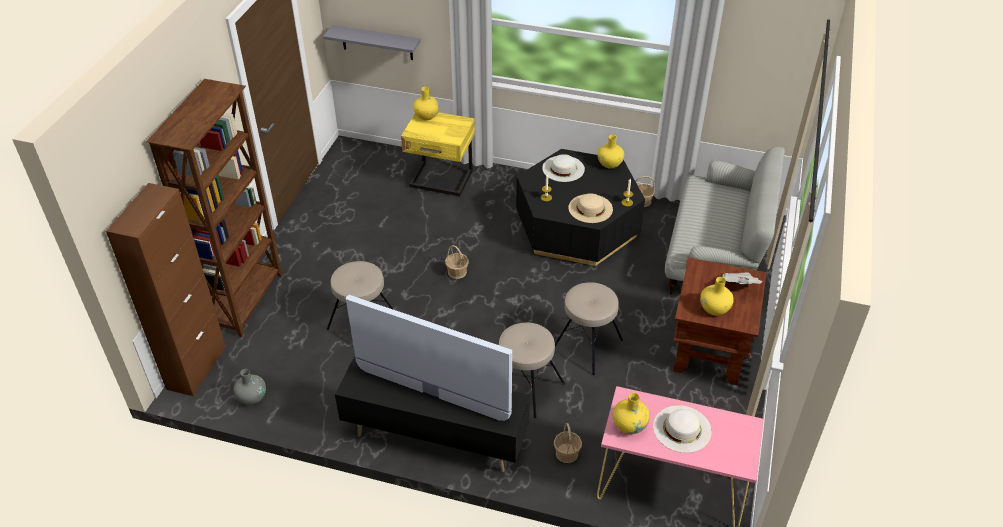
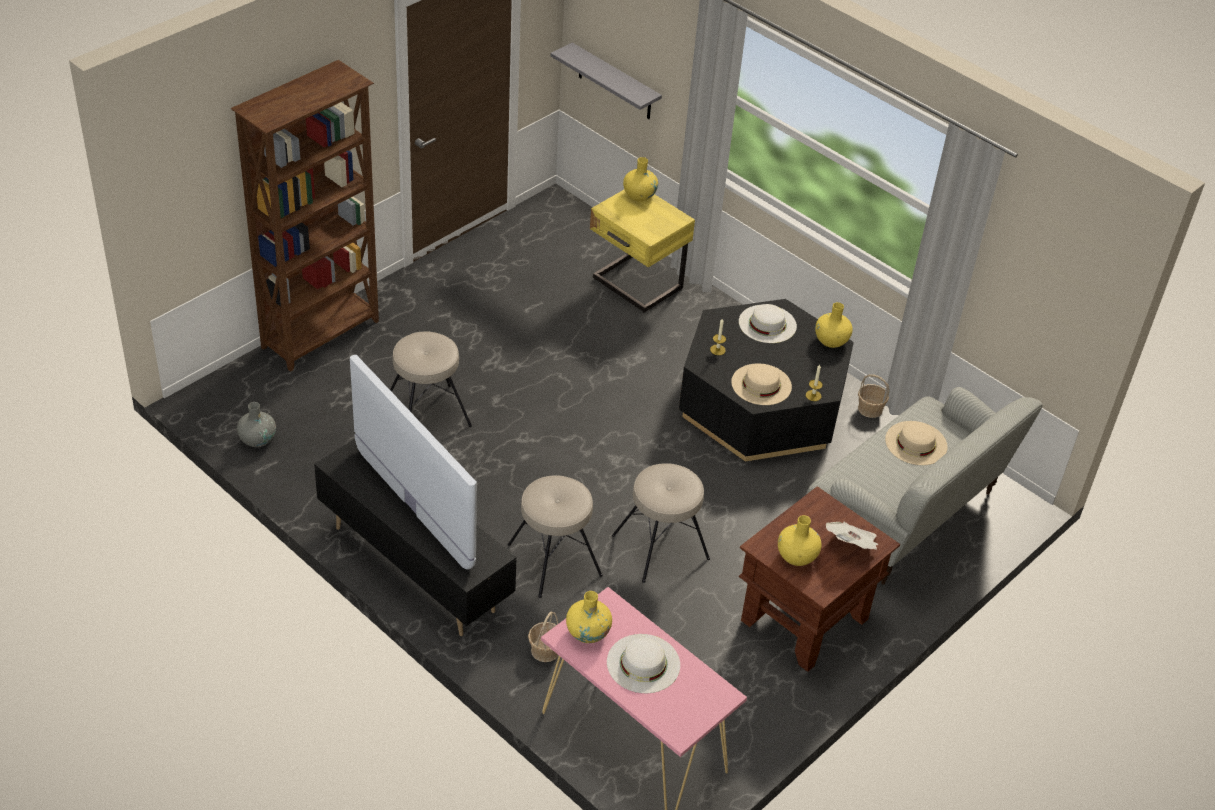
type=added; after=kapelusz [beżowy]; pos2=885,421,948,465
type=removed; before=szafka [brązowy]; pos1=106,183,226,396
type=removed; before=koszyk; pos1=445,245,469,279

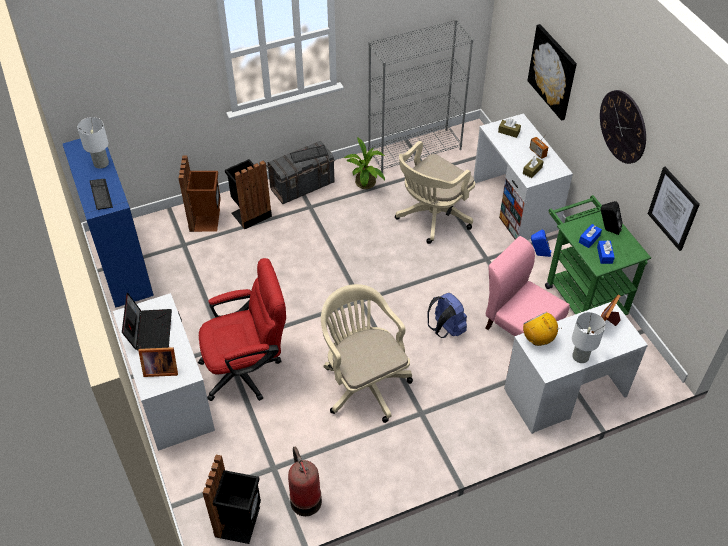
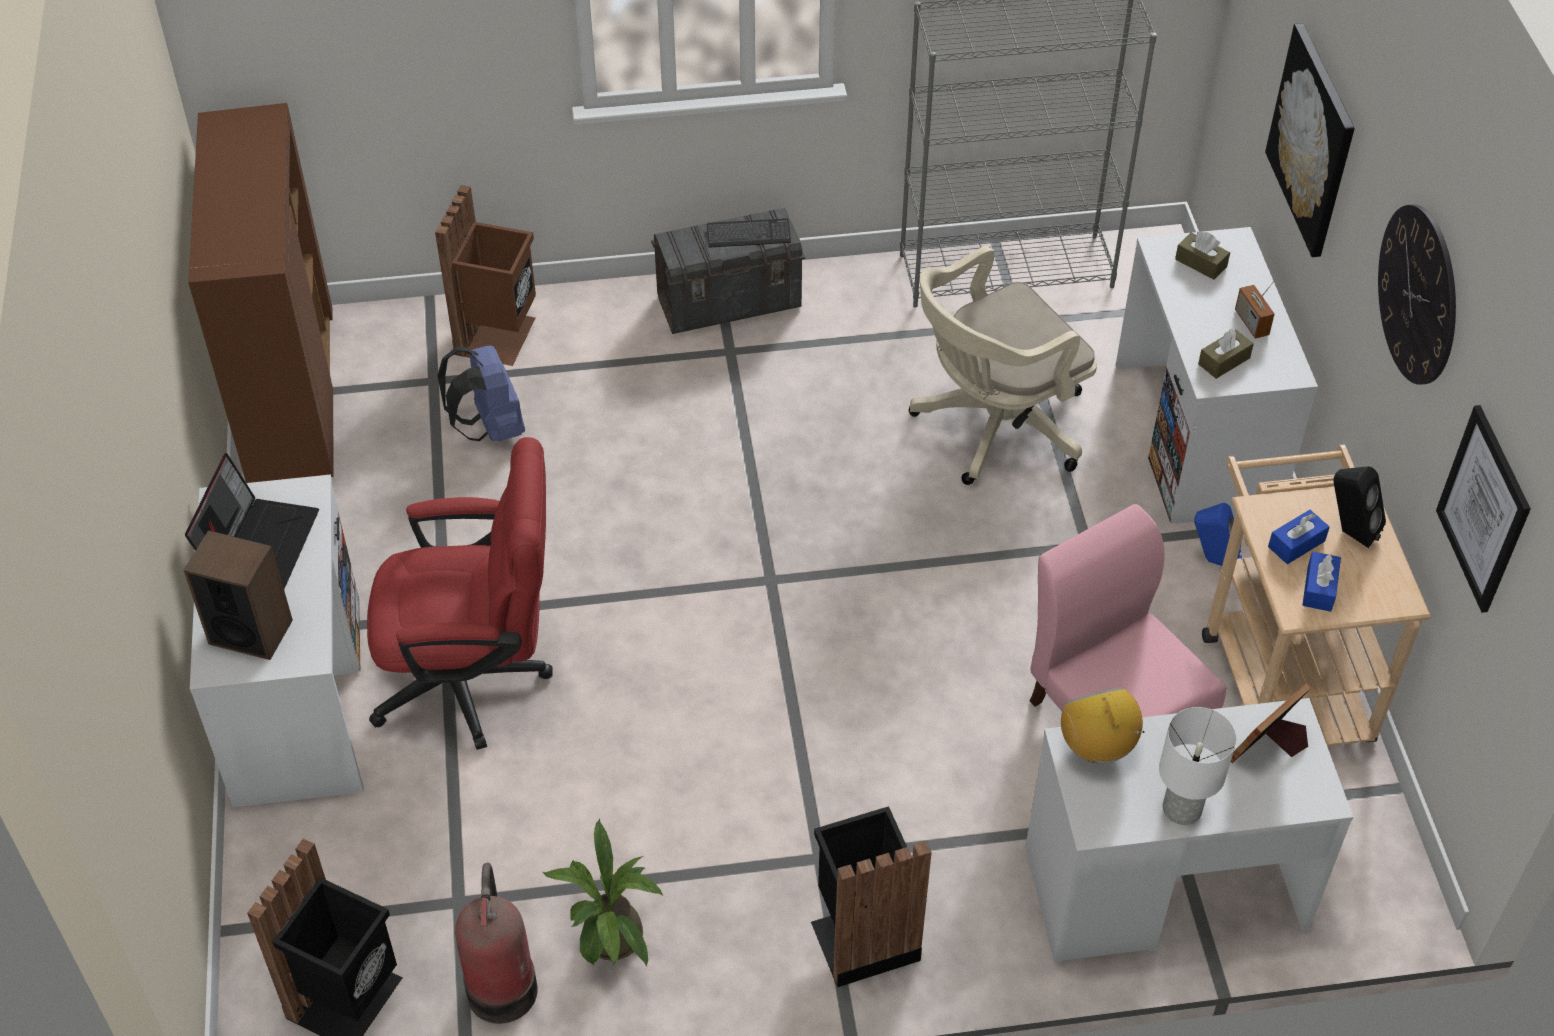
type=replaced; before=ramka na zdjęcie; after=głośnik; pos1=138,347,178,377; pos2=183,530,293,660
type=recoloured; before=szafka [niebieski]; after=szafka [brązowy]; pos1=63,139,154,308; pos2=188,103,334,483
type=moved; before=plecak [niebieski]; pos1=427,293,467,338; pos2=437,345,525,441
type=moved; before=roślina doniczkowa; pos1=343,137,386,189; pos2=543,819,663,967
type=moved; before=kosz na śmieci [czarny]; pos1=225,159,272,229; pos2=811,806,932,987
type=recoloured; before=wózek [zielony]; after=wózek [beżowy]; pos1=545,195,651,315; pos2=1202,444,1431,746
type=removed; before=lampa stołowa [biały]; pos1=77,117,109,169
type=removed; before=klawiatura; pos1=90,179,113,210
type=removed; before=krzesło biurowe [beżowy]; pos1=321,284,413,423

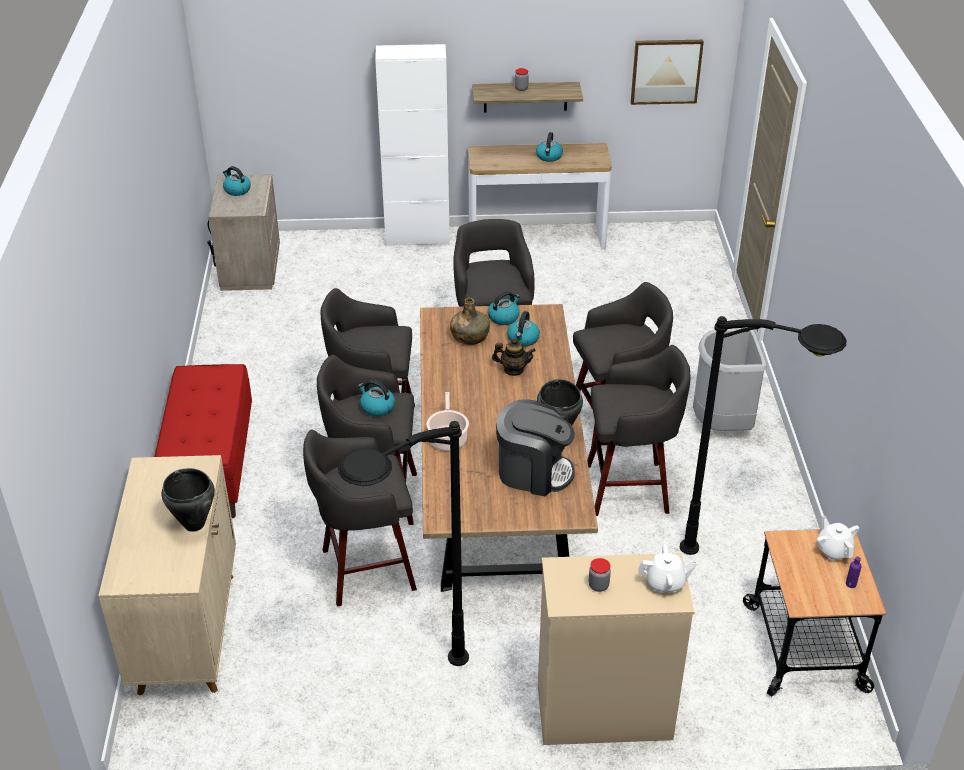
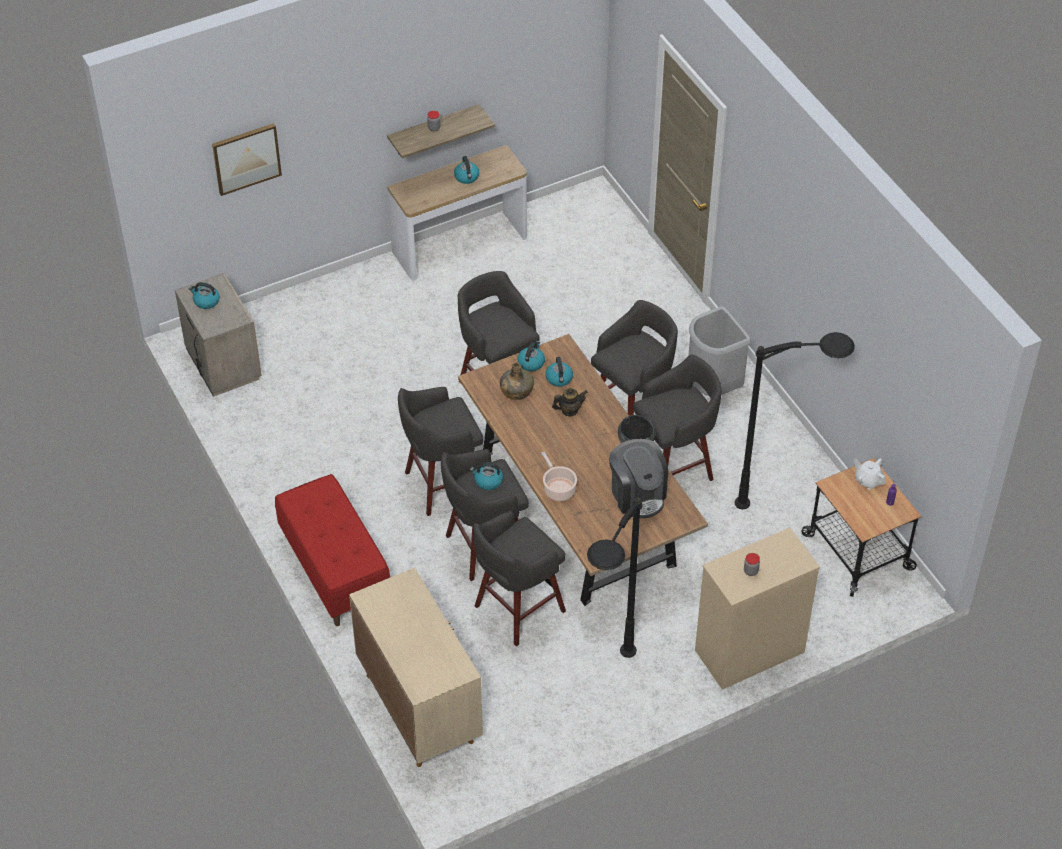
type=moved; before=obraz; pos1=631,40,704,105; pos2=212,123,282,196
type=turned; before=ekspres do kawy; pos1=496,399,575,496; pos2=609,439,668,519; turn=75
type=removed; before=garnek [czarny]; pos1=161,468,215,532
type=removed; before=szafka [biały]; pos1=375,44,450,246
type=removed; before=imbryk [biały]; pos1=638,544,697,593

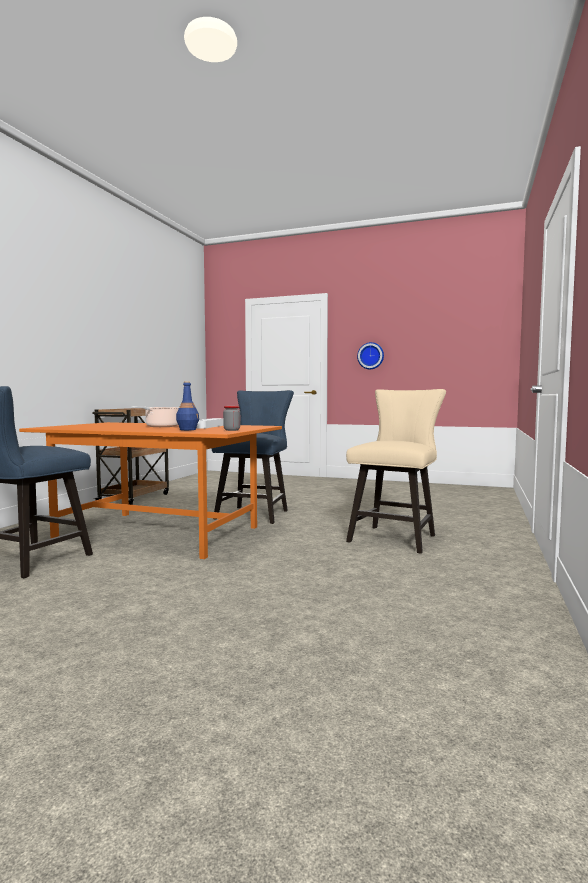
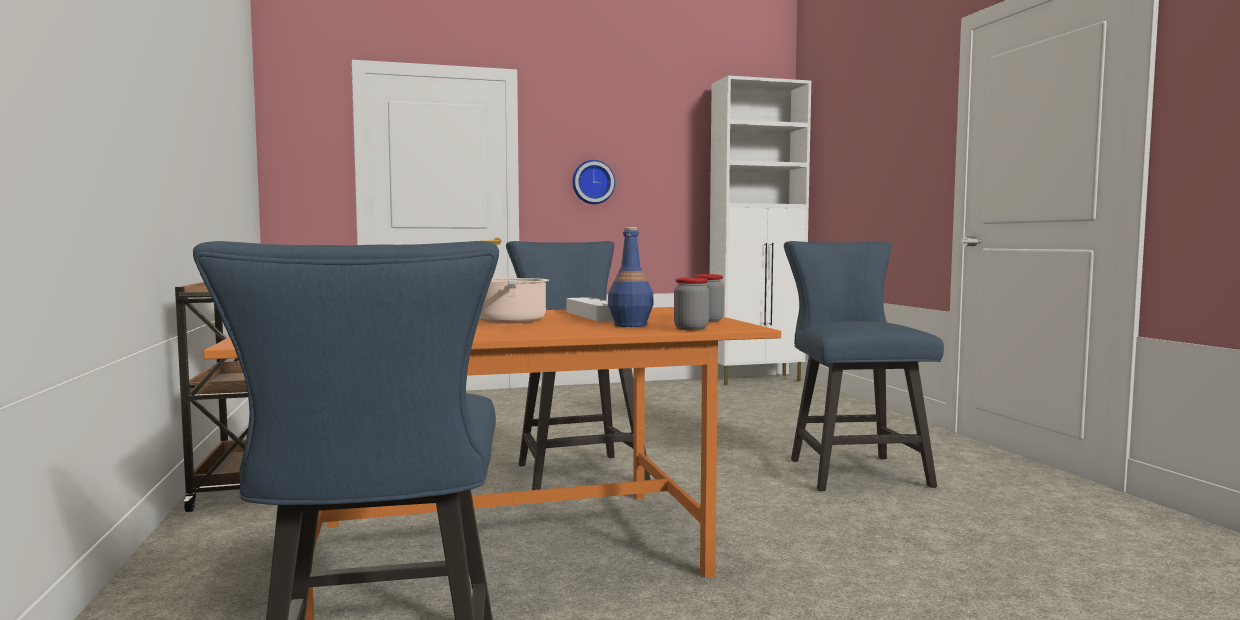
type=added; after=słoik; pos2=674,277,709,330
type=added; after=szafka [biały]; pos2=710,75,811,385
type=recoloured; before=krzesło [beżowy]; after=krzesło [niebieski]; pos1=346,389,446,554; pos2=784,241,944,491

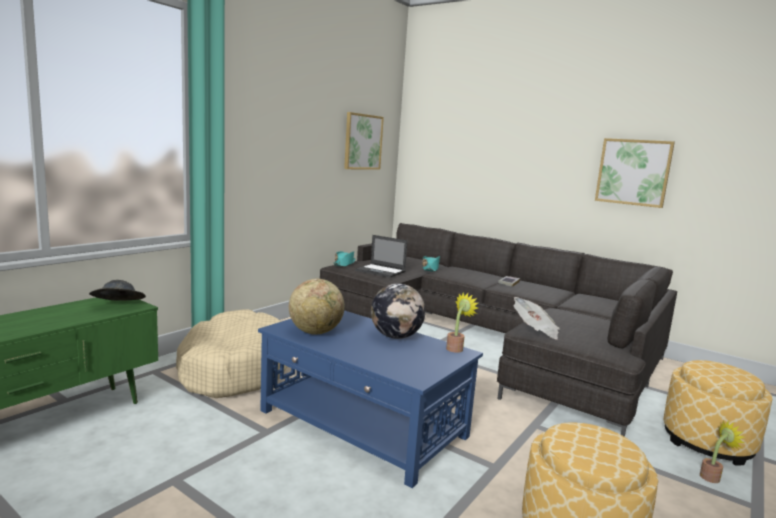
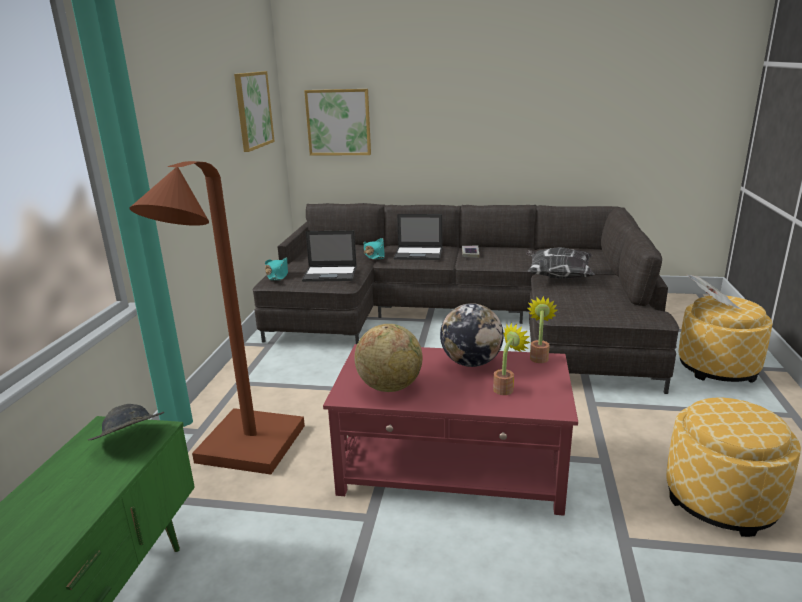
type=replaced; before=legowisko [beżowy]; after=lampa stojąca [brązowy]; pos1=176,309,288,398; pos2=129,161,305,474
type=moved; before=obraz; pos1=595,138,675,208; pos2=304,89,371,156
type=recoloured; before=ława [niebieski]; after=ława [czerwony]; pos1=258,310,483,488; pos2=323,344,578,516
type=added; after=laptop; pos2=394,214,442,260
type=moved; before=roślina doniczkowa; pos1=700,420,745,483; pos2=493,322,531,395
type=added; after=poduszka; pos2=526,247,595,279
type=moved; before=gazeta; pos1=514,297,560,340; pos2=687,275,743,310

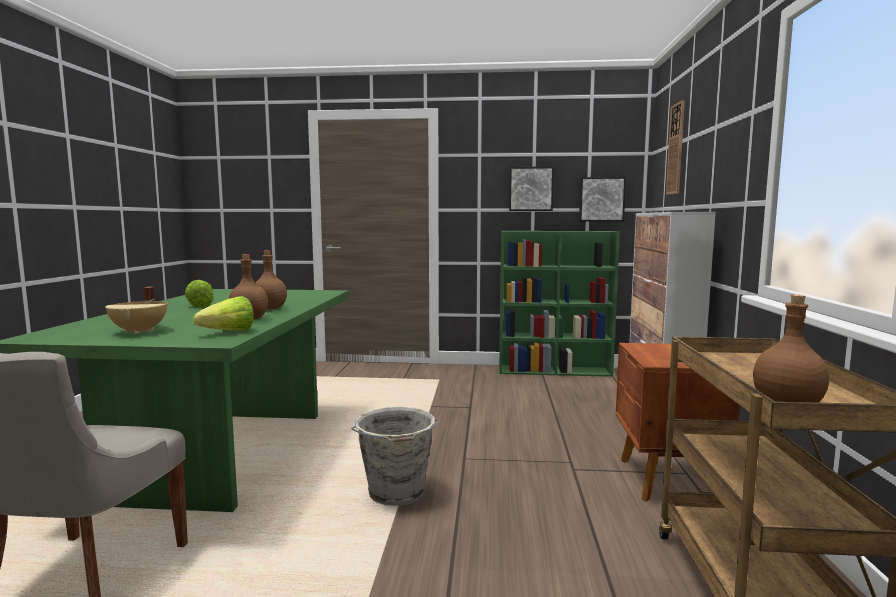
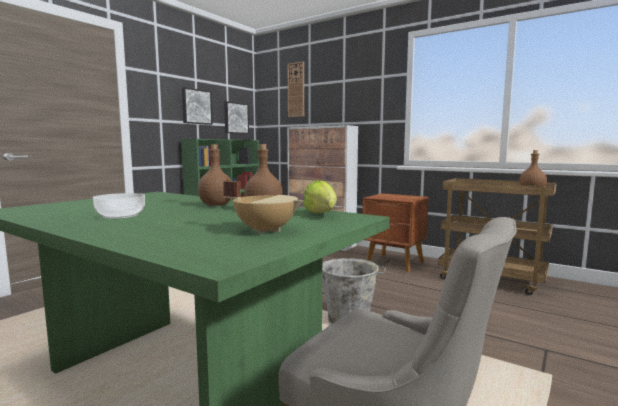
type=replaced; before=sałata; after=miska; pos1=185,280,214,307; pos2=93,193,145,219

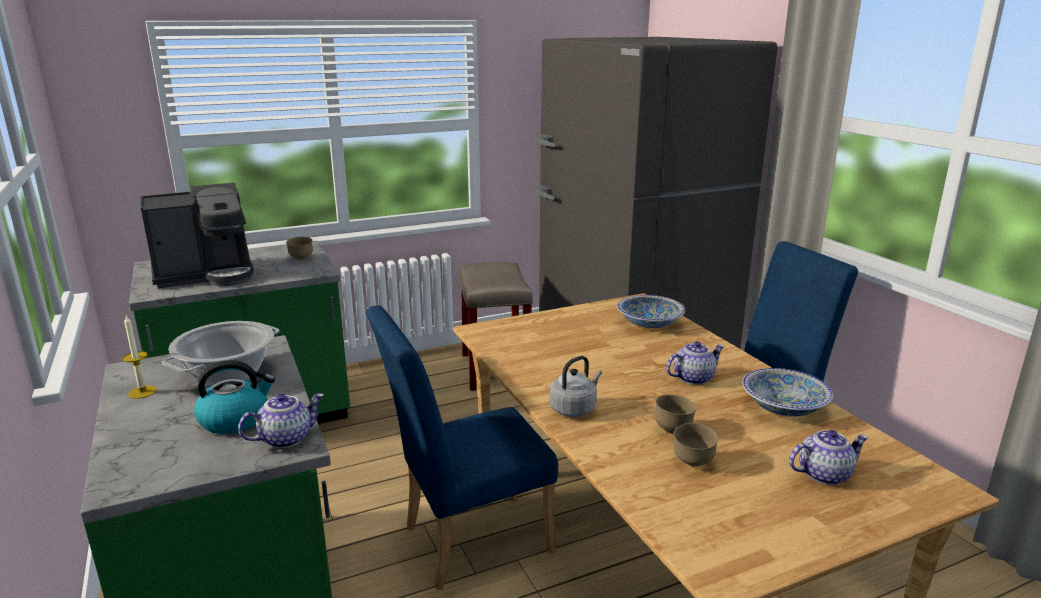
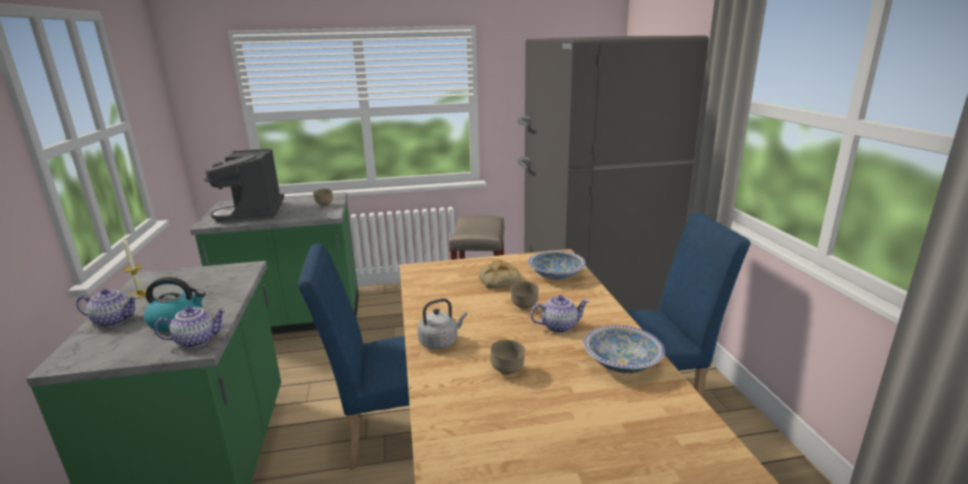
type=moved; before=imbryk; pos1=789,430,869,485; pos2=76,288,138,327
type=turned; before=ekspres do kawy; pos1=140,183,254,289; pos2=204,149,284,223; turn=90
type=added; after=chleb; pos2=479,259,522,288
type=moved; before=miska [brązowy]; pos1=673,423,718,467; pos2=510,281,539,309
type=removed; before=garnek; pos1=162,321,279,386

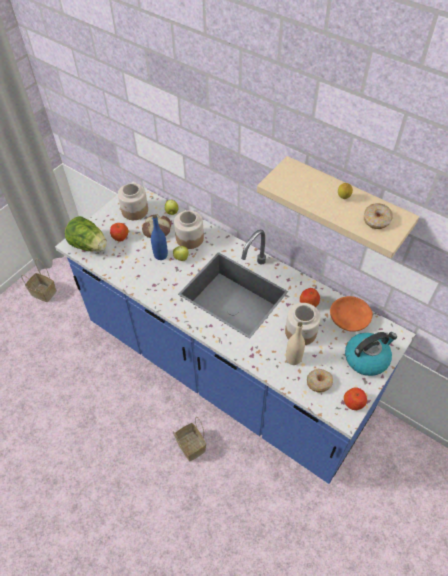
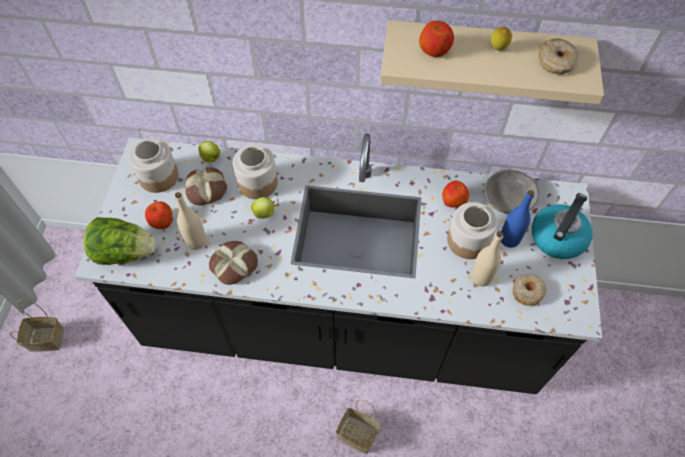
type=recoloured; before=zabudowa kuchenna [niebieski]; after=zabudowa kuchenna [czarny]; pos1=55,182,416,484; pos2=74,133,602,394
type=added; after=butelka [beżowy]; pos2=175,192,207,250
type=added; after=chleb; pos2=209,241,258,285
type=moved; before=jabłko; pos1=344,387,367,410; pos2=419,21,454,57
type=recoloured; before=miska [pomarańczowy]; after=miska [szary]; pos1=330,296,373,332; pos2=485,170,539,214
type=moved; before=butelka [niebieski]; pos1=151,215,168,260; pos2=501,190,534,248

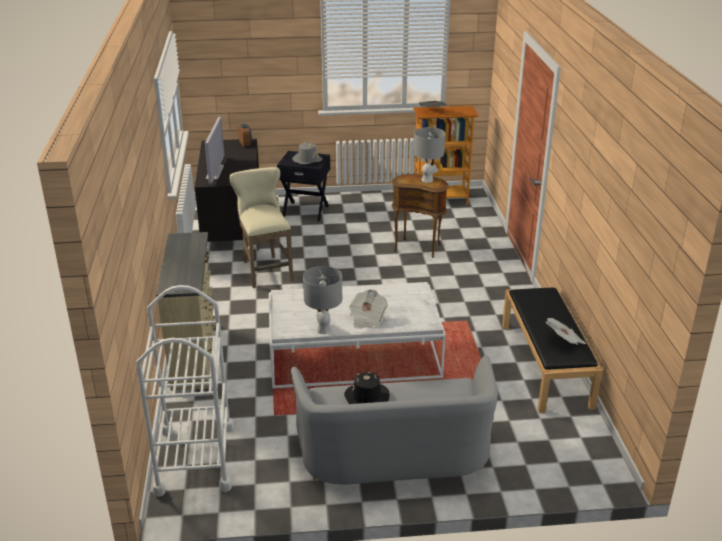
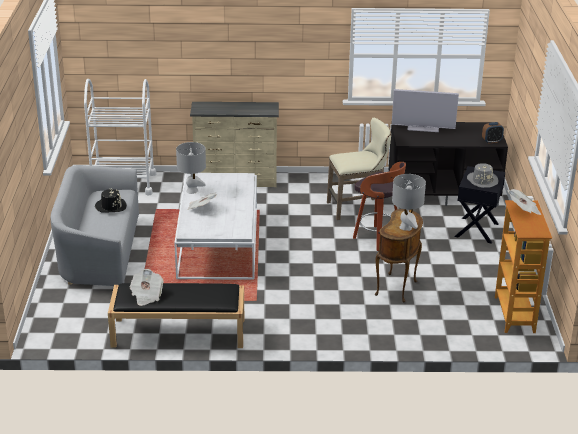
type=added; after=stołek; pos2=353,162,406,251

